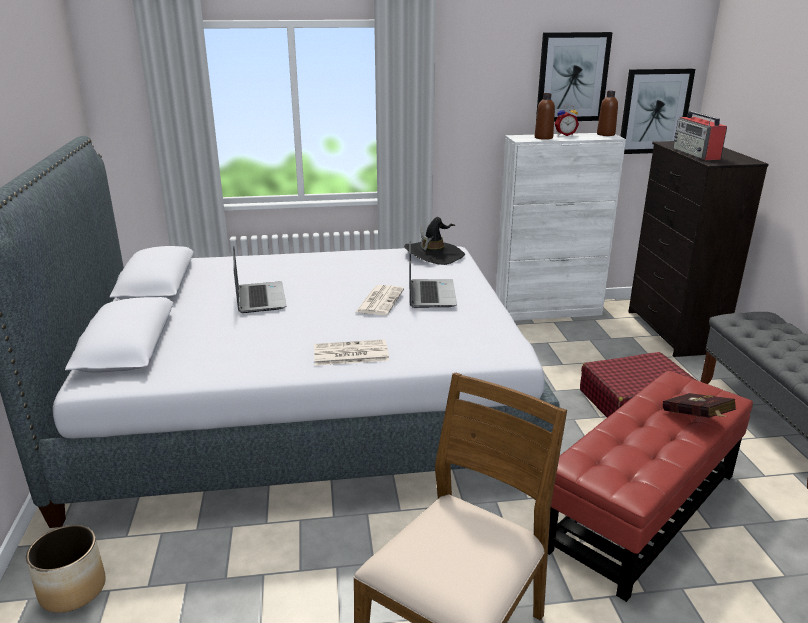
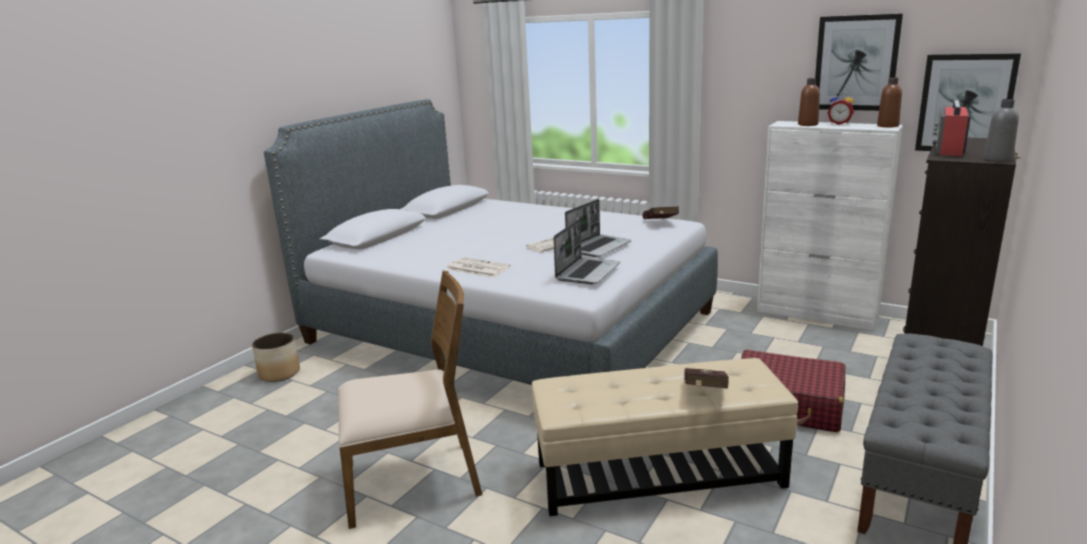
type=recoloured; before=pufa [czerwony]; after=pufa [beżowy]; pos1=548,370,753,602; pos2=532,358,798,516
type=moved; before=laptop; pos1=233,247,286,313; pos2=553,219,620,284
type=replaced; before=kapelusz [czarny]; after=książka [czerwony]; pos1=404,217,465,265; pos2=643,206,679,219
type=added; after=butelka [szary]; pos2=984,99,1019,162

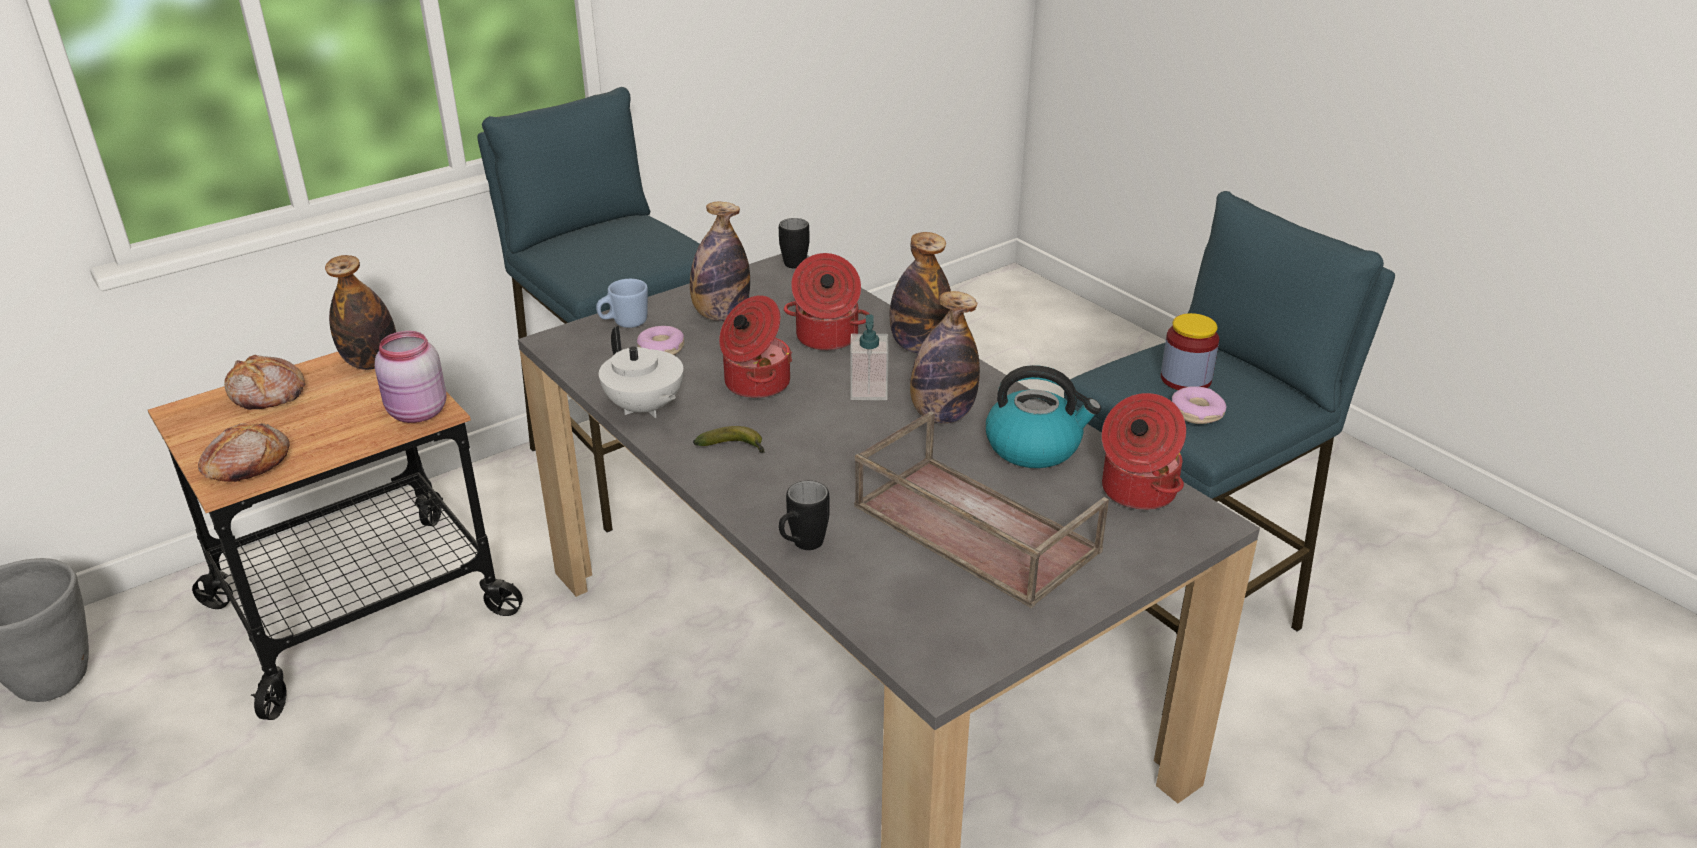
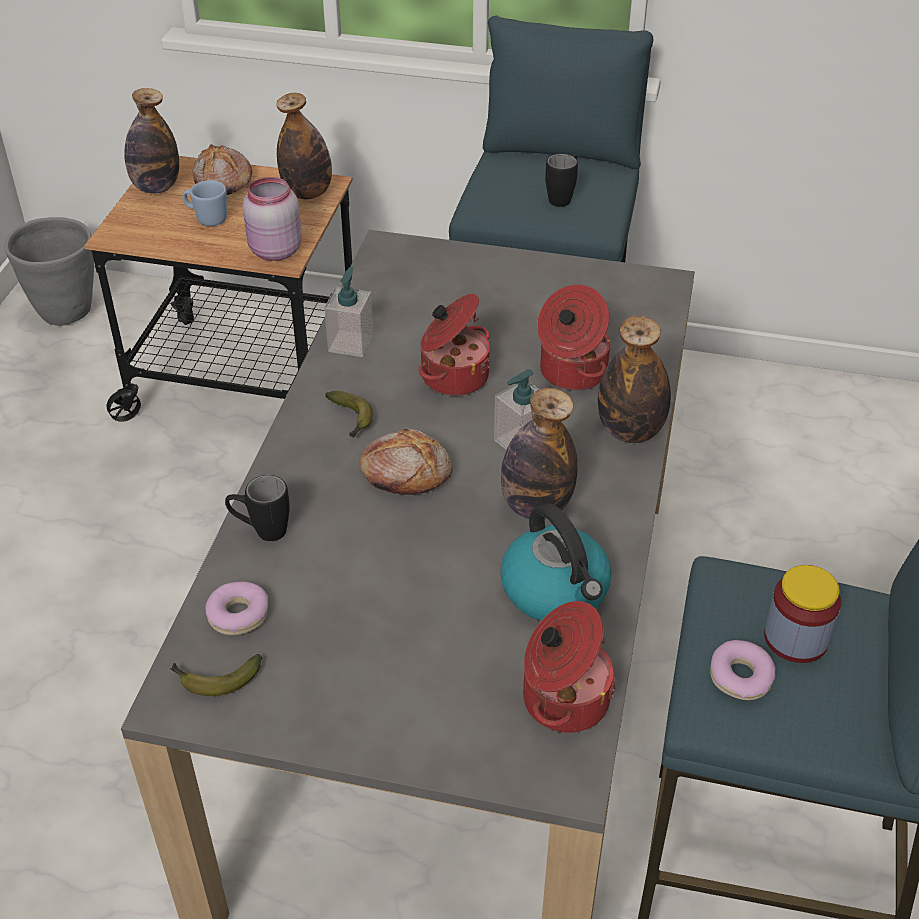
type=moved; before=butelka; pos1=690,202,750,321; pos2=124,88,179,194
type=added; after=banan; pos2=171,654,262,696
type=moved; before=kubek [niebieski]; pos1=596,279,648,328; pos2=182,180,227,226
type=moved; before=donut; pos1=637,326,684,355; pos2=205,582,268,635
type=replaced; before=imbryk [biały]; after=dozownik mydła; pos1=599,326,684,418; pos2=324,266,373,357
type=moved; before=chleb; pos1=198,423,290,482; pos2=359,428,453,495
type=moved; before=kubek [czarny]; pos1=779,218,810,268; pos2=545,154,578,207
type=removed; before=taca [brązowy]; pos1=854,411,1109,608

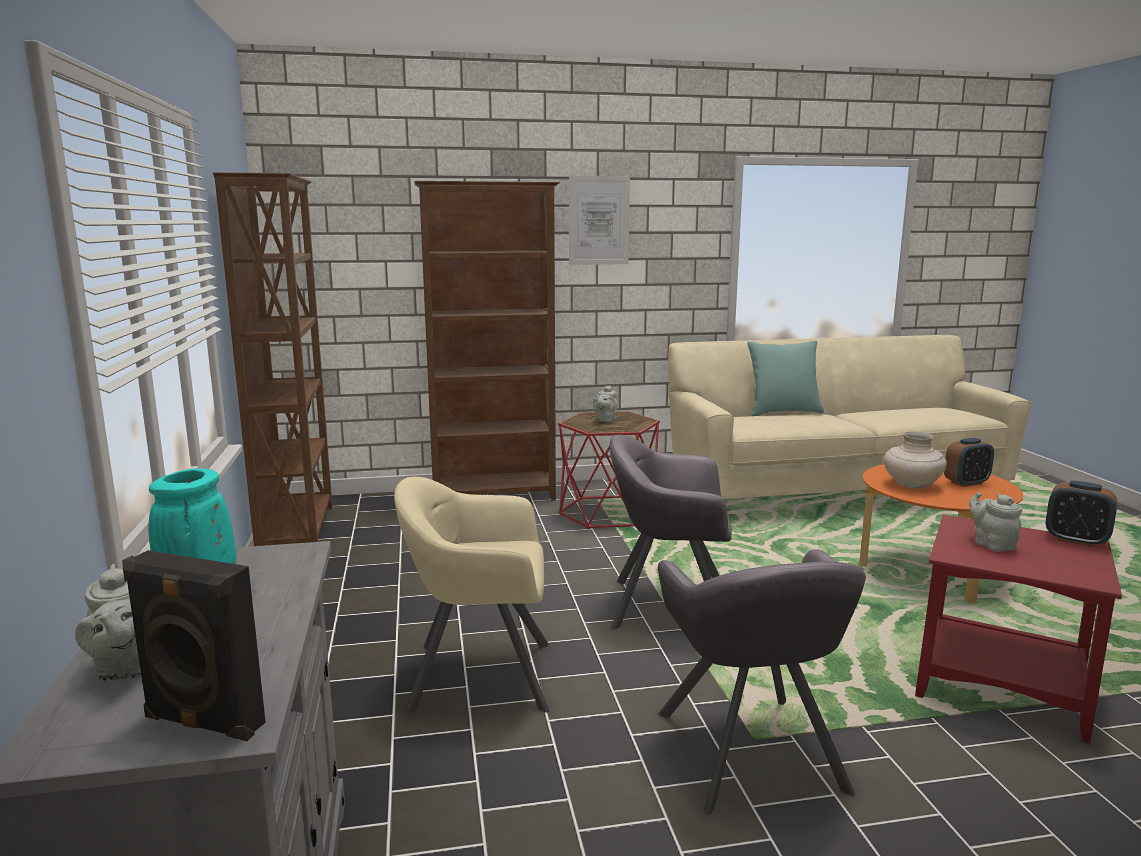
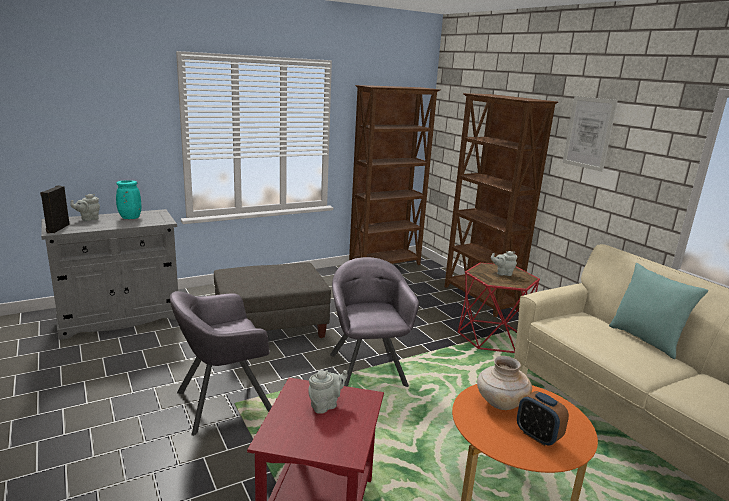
type=replaced; before=fotel [beżowy]; after=pufa [szary]; pos1=394,477,550,715; pos2=214,263,331,338
type=removed; before=budzik; pos1=1046,480,1117,547

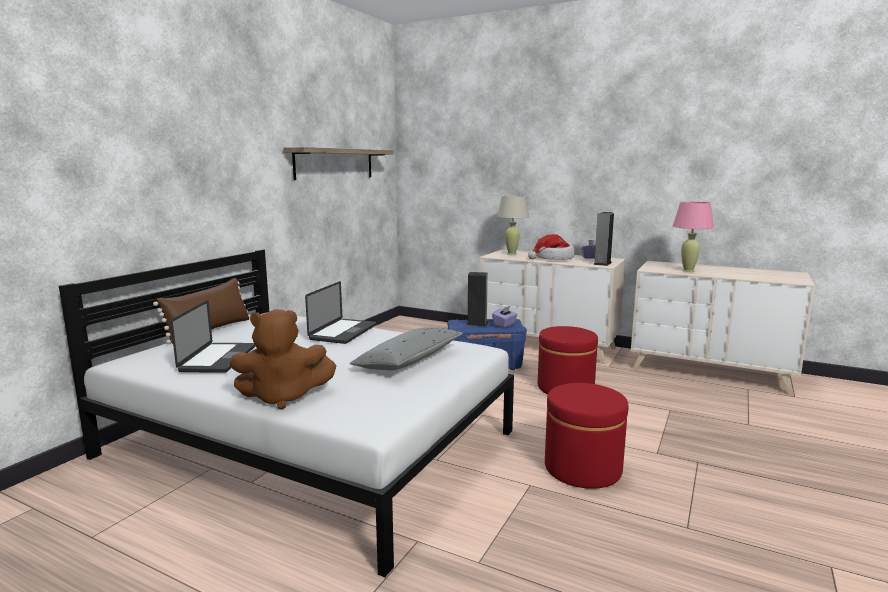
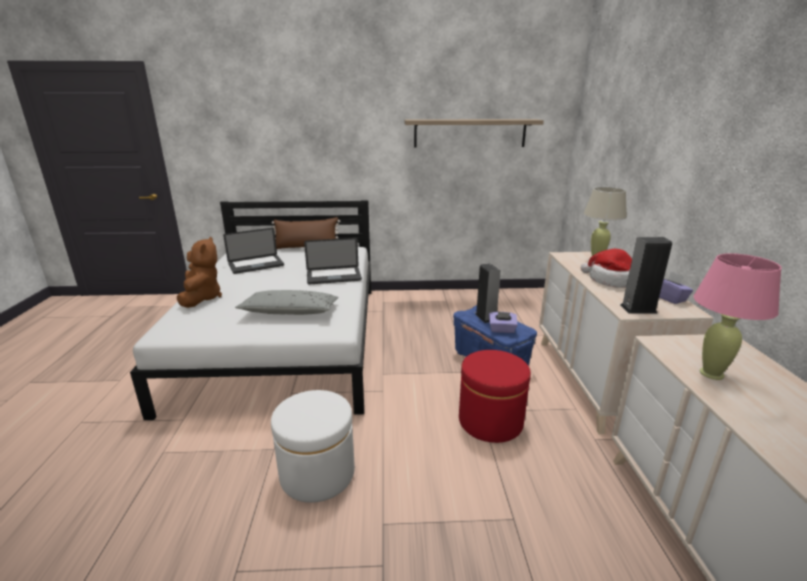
type=turned; before=pluszak [brązowy]; pos1=230,309,336,410; pos2=177,237,222,308; turn=-150
type=recoloured; before=pufa [czerwony]; after=pufa [biały]; pos1=545,383,628,489; pos2=271,390,355,503

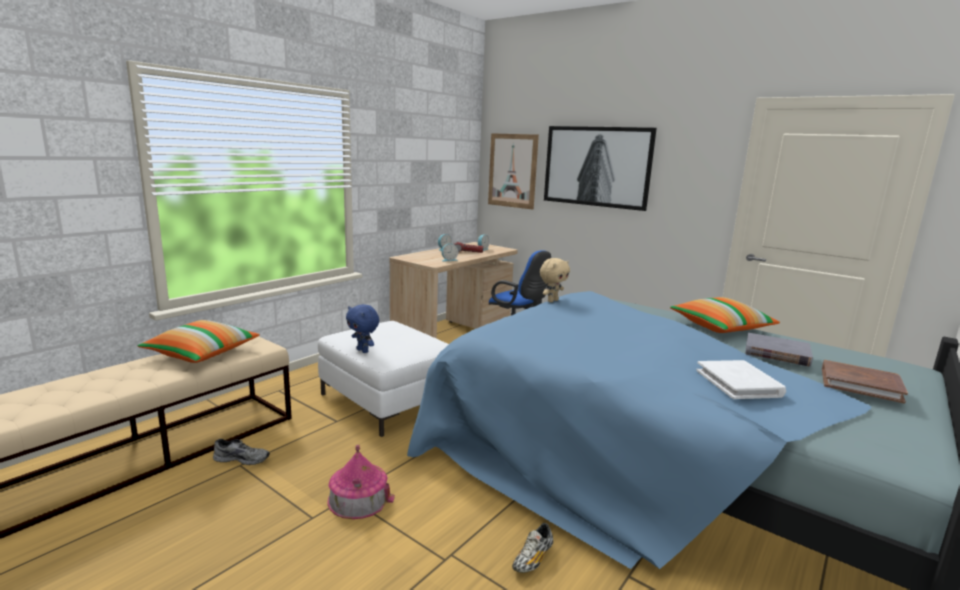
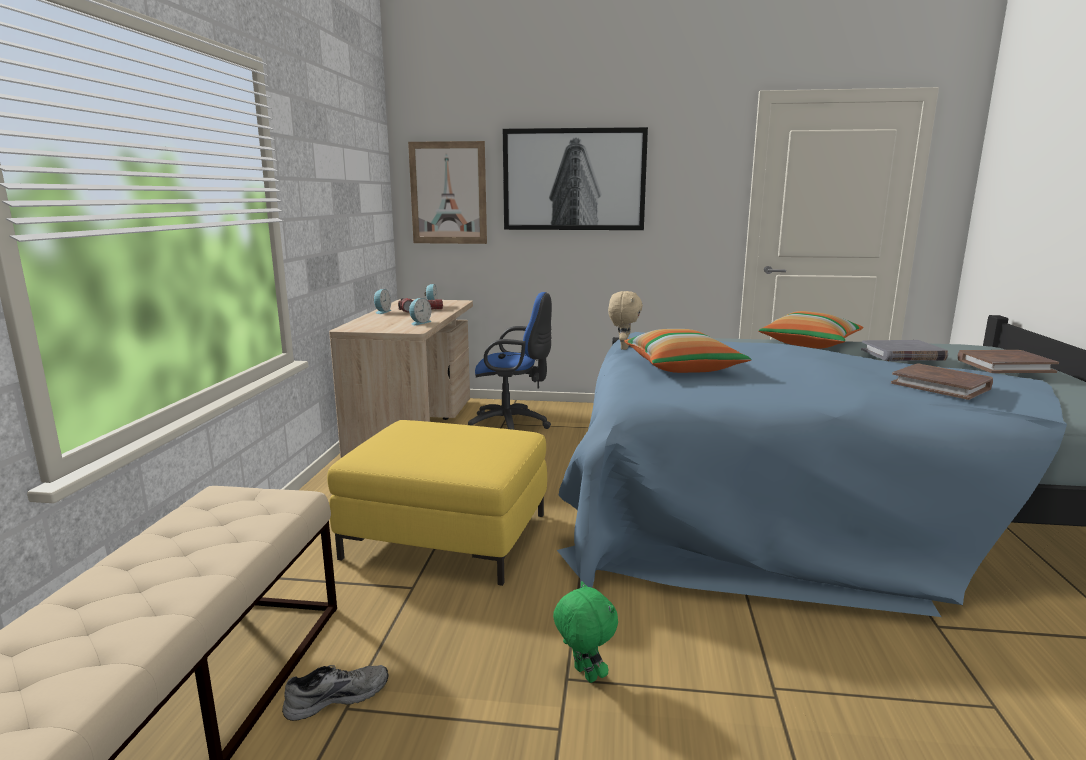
type=recoloured; before=pufa [biały]; after=pufa [żółty]; pos1=318,321,449,437; pos2=327,420,547,586
type=replaced; before=domek; after=pluszak [zielony]; pos1=327,445,395,519; pos2=553,581,618,683
type=moved; before=poduszka; pos1=138,320,260,363; pos2=624,329,752,373
type=recoloured; before=książka [biały]; after=książka [brązowy]; pos1=696,360,786,399; pos2=891,363,993,400
type=removed; before=pluszak [niebieski]; pos1=346,304,379,353
type=removed; before=but; pos1=512,523,553,573

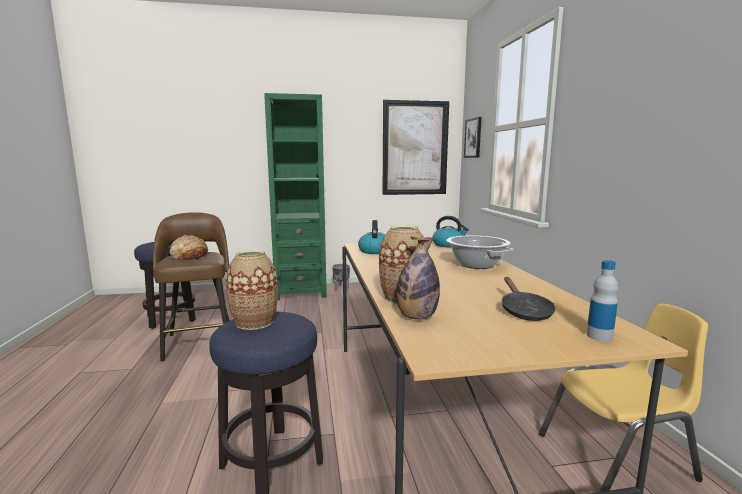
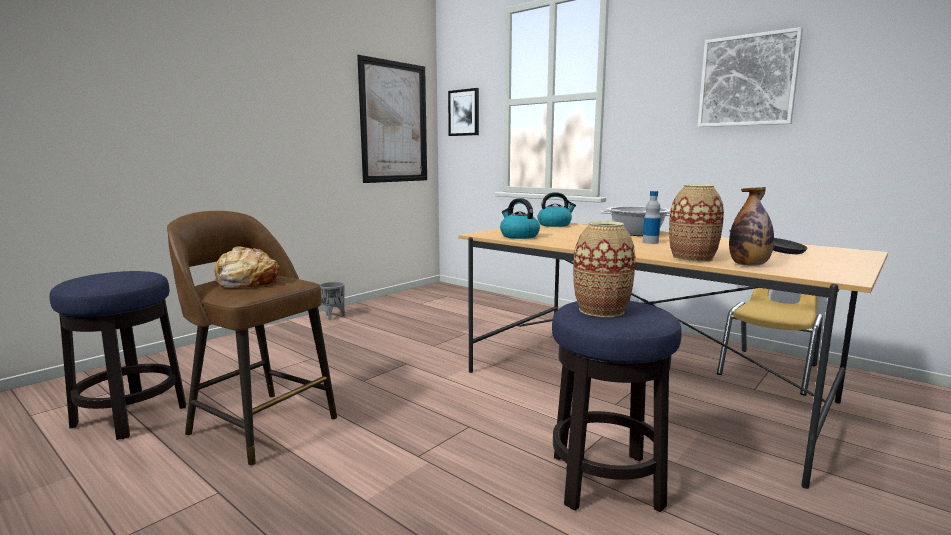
type=moved; before=butelka; pos1=587,260,618,341; pos2=643,191,661,244
type=added; after=obraz; pos2=698,27,803,127
type=removed; before=regał [zielony]; pos1=264,93,327,300

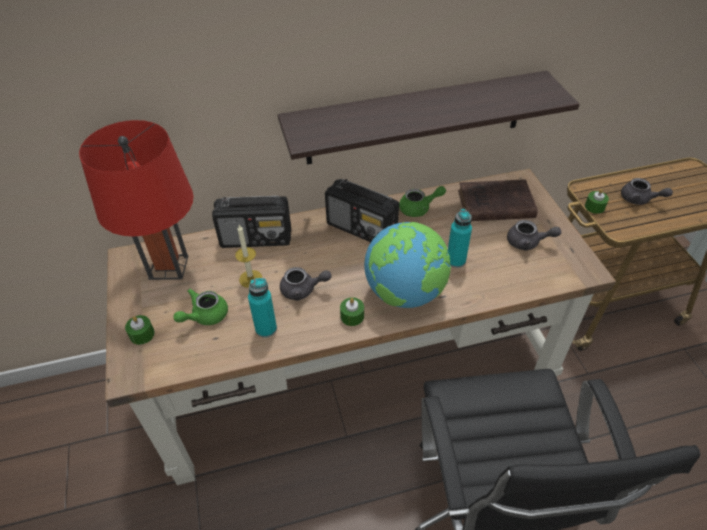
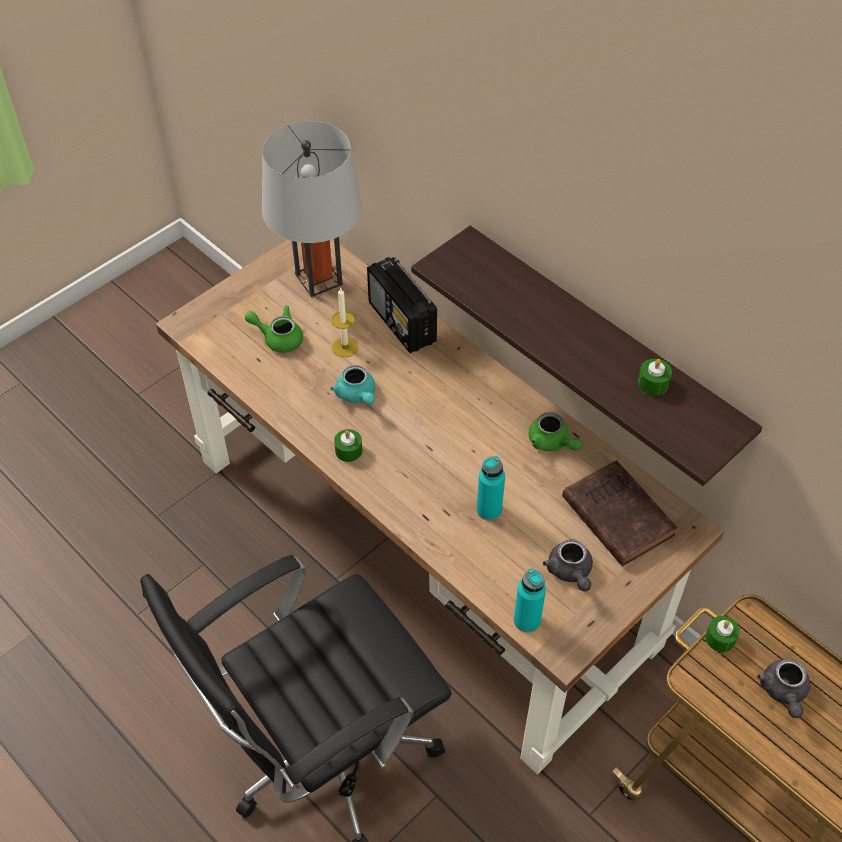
type=recoloured; before=lampa stołowa [czerwony]; after=lampa stołowa [szary]; pos1=79,120,194,280; pos2=262,121,362,297
type=recoloured; before=imbryk [szary]; after=imbryk [turkusowy]; pos1=280,267,332,301; pos2=330,365,375,405
type=moved; before=butelka [turkusowy]; pos1=248,278,277,338; pos2=514,568,546,633
type=moved; before=świeca [zielony]; pos1=125,315,155,345; pos2=638,359,672,396
type=removed; before=radio; pos1=325,179,399,242
type=removed; before=globus; pos1=364,222,451,308

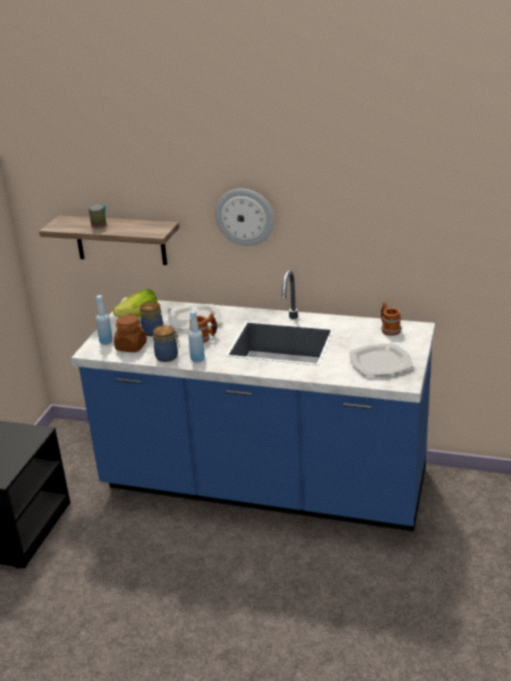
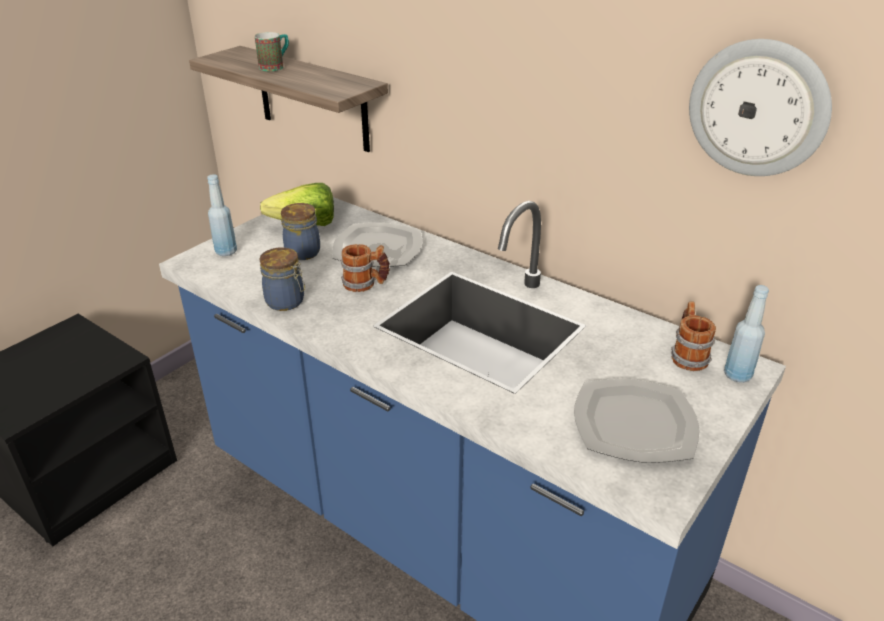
type=moved; before=zegar ścienny; pos1=215,189,274,246; pos2=689,39,832,176
type=moved; before=butelka [niebieski]; pos1=188,311,205,362; pos2=724,285,769,383
type=removed; before=słoik [brązowy]; pos1=114,314,147,352

